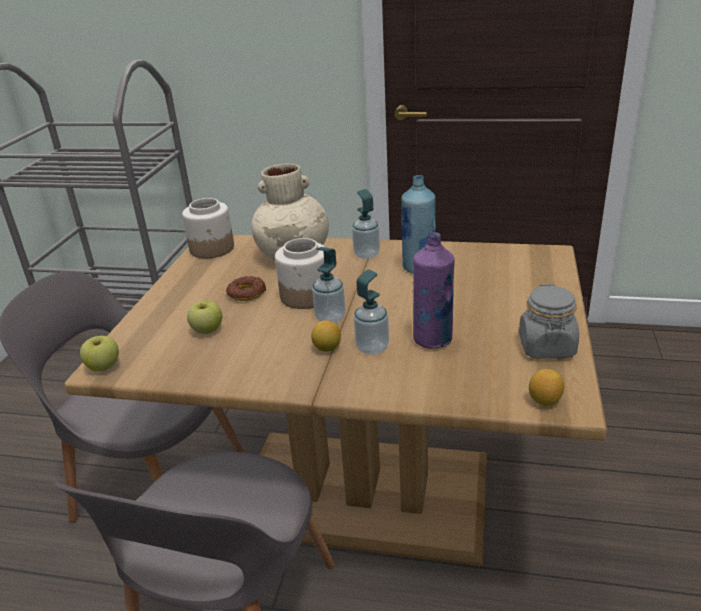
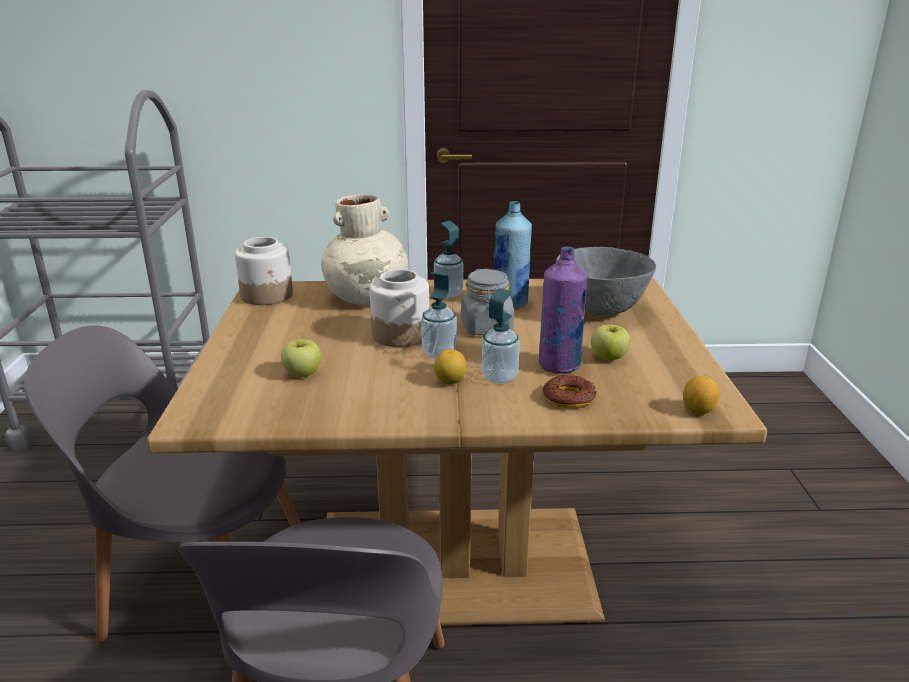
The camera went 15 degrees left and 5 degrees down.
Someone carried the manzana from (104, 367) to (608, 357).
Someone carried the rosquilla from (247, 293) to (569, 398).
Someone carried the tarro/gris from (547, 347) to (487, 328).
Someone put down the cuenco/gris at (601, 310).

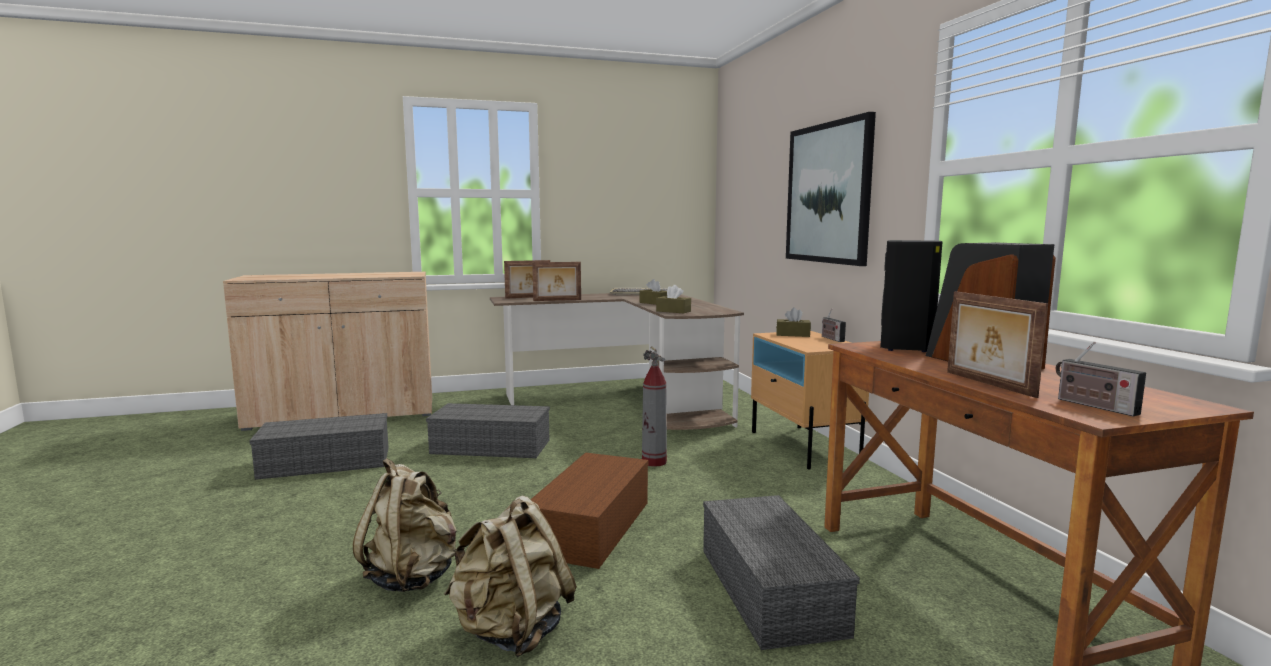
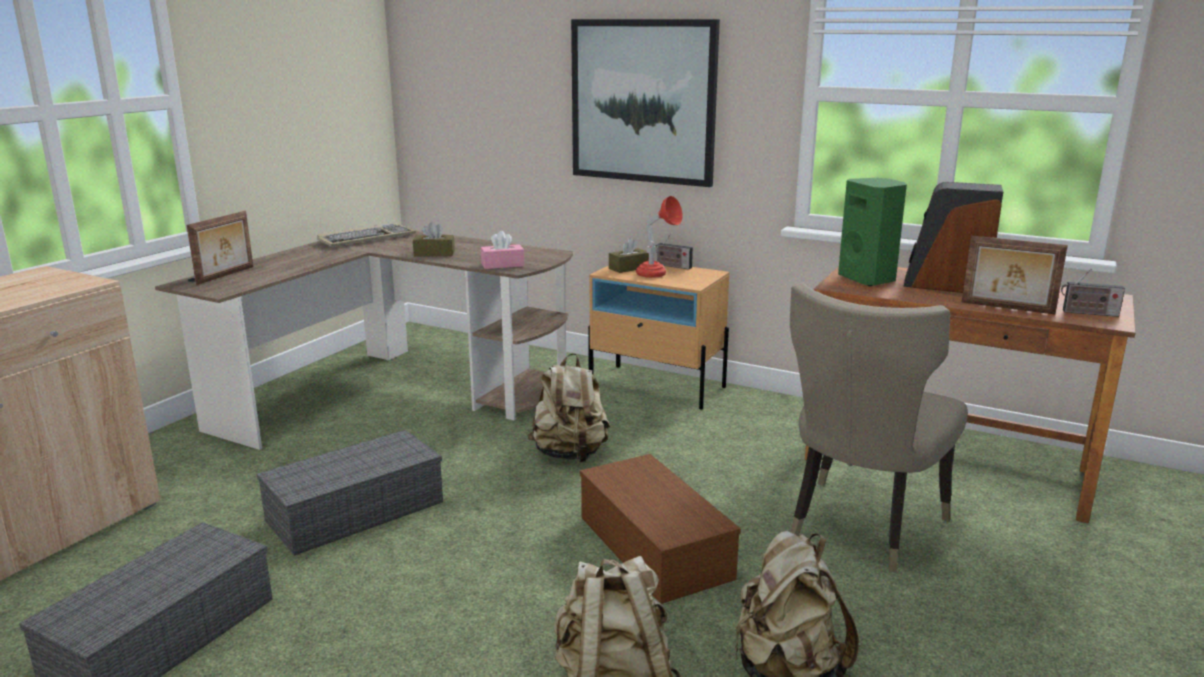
The camera went 45 degrees left and 10 degrees up.
Someone took away the portarretratos at (557, 300).
Someone swapped the extintor at (654, 462) for the mochila/beis at (570, 455).
Someone repainted the caja de pañuelos/marrón at (673, 311), which became the caja de pañuelos/rosa at (502, 265).
Someone swapped the caja de almacenaje/gris at (766, 588) for the silla/beis at (859, 528).
Someone repainted the altavoz/negro at (906, 347), which became the altavoz/verde at (868, 279).
Someone put down the lámpara de mesa/rojo at (657, 276).

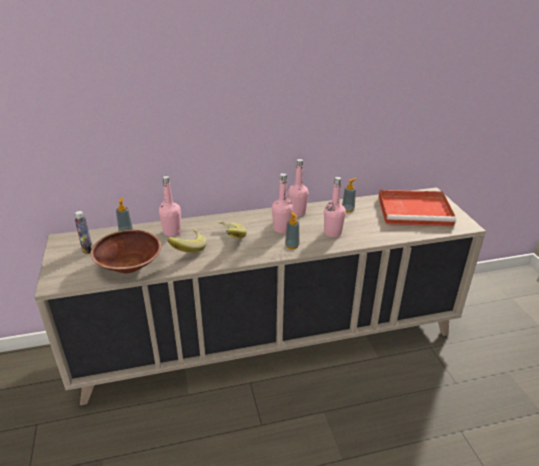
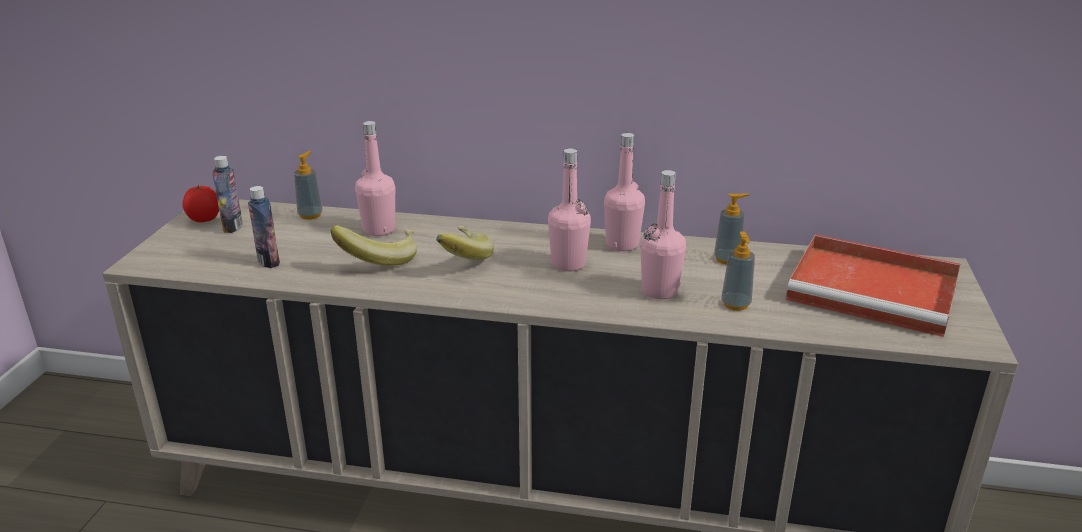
The camera went 25 degrees right and 5 degrees down.
Someone swapped the cuenco/marrón at (129, 265) for the botella at (268, 262).
Someone carried the dispensador de jabón from (292, 246) to (735, 304).
Someone put down the tomate at (204, 220).

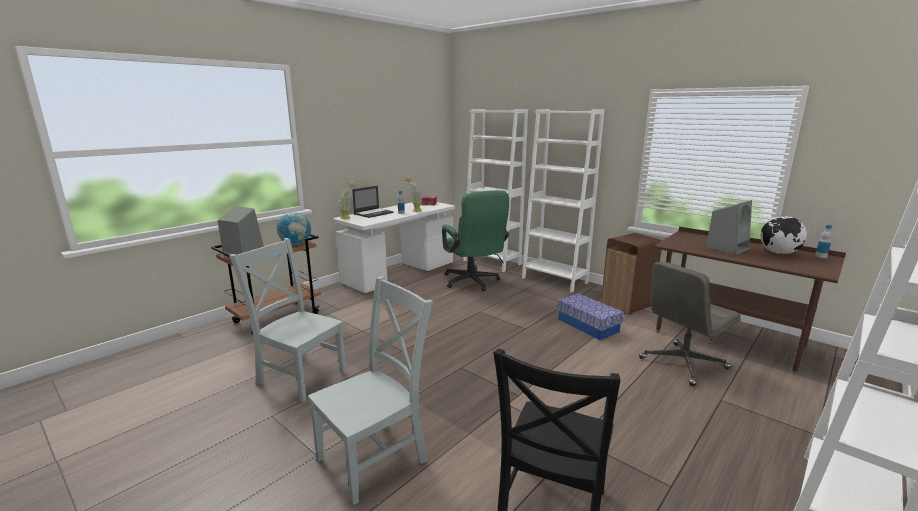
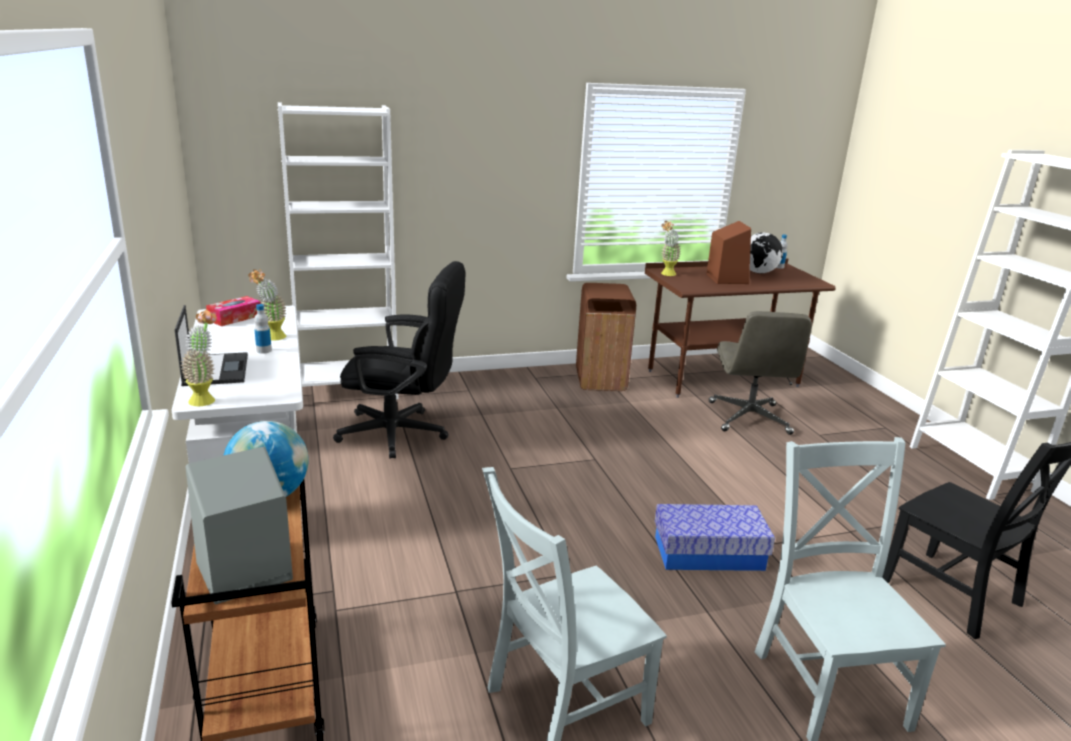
The camera went 60 degrees left and 5 degrees up.
Someone repainted the silla de oficina/verde at (473, 283), which became the silla de oficina/negro at (403, 434).
Someone took away the estantería/blanco at (554, 280).
Someone carried the caja de almacenaje from (588, 325) to (709, 553).
Someone repainted the altavoz/gris at (727, 248), which became the altavoz/marrón at (726, 278).
Someone put down the planta en maceta at (666, 274).

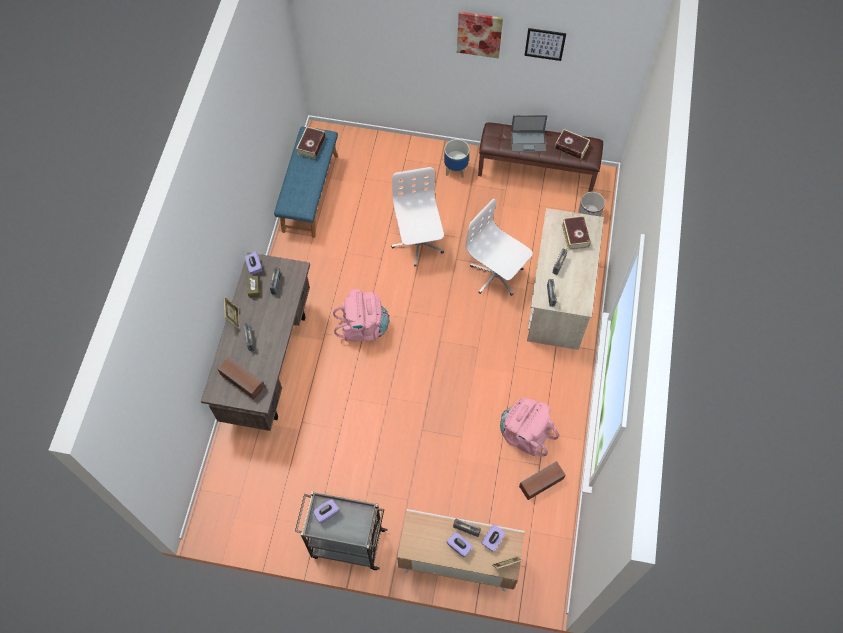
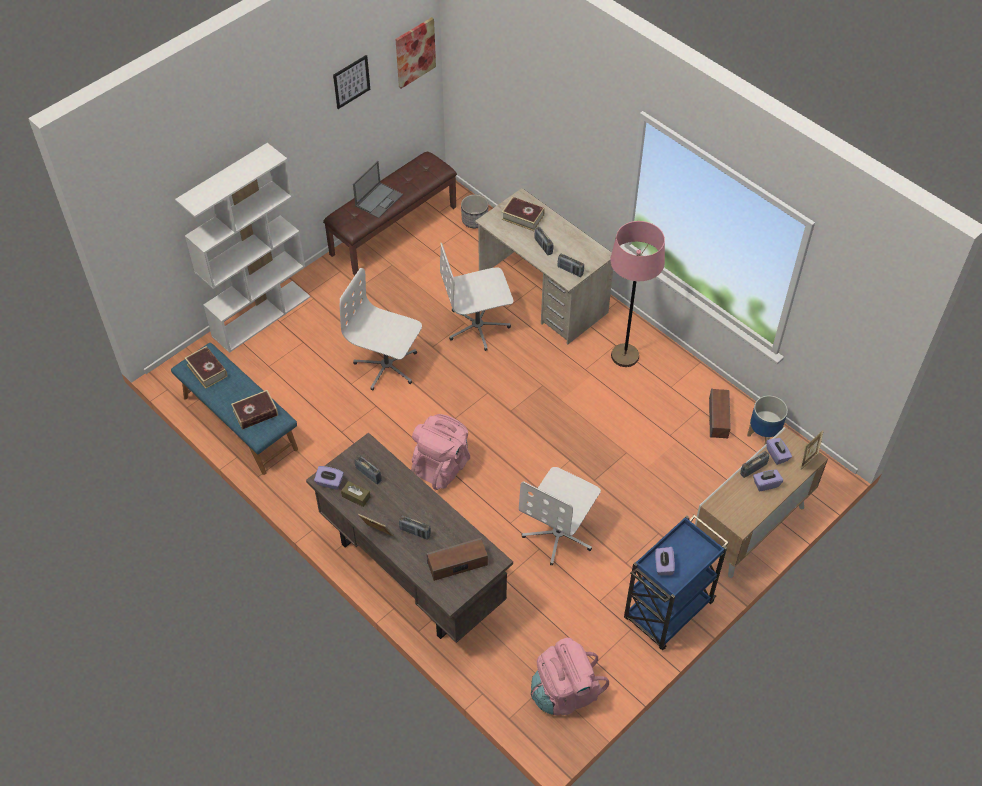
The camera went 55 degrees left and 10 degrees down.
Someone repainted the carrito/gris at (346, 543), which became the carrito/azul at (667, 612).
Someone carried the maceta from (456, 169) to (763, 434).
Someone carried the cuadro from (479, 34) to (415, 52).
Someone carried the mochila/rosa from (524, 434) to (565, 692).
Someone carried the libro from (571, 147) to (255, 413).
Someone put down the estantería/blanco at (261, 316).
Someone put down the silla de oficina/blanco at (559, 534).
Someone put down the lámpara de pie/rosa at (625, 356).

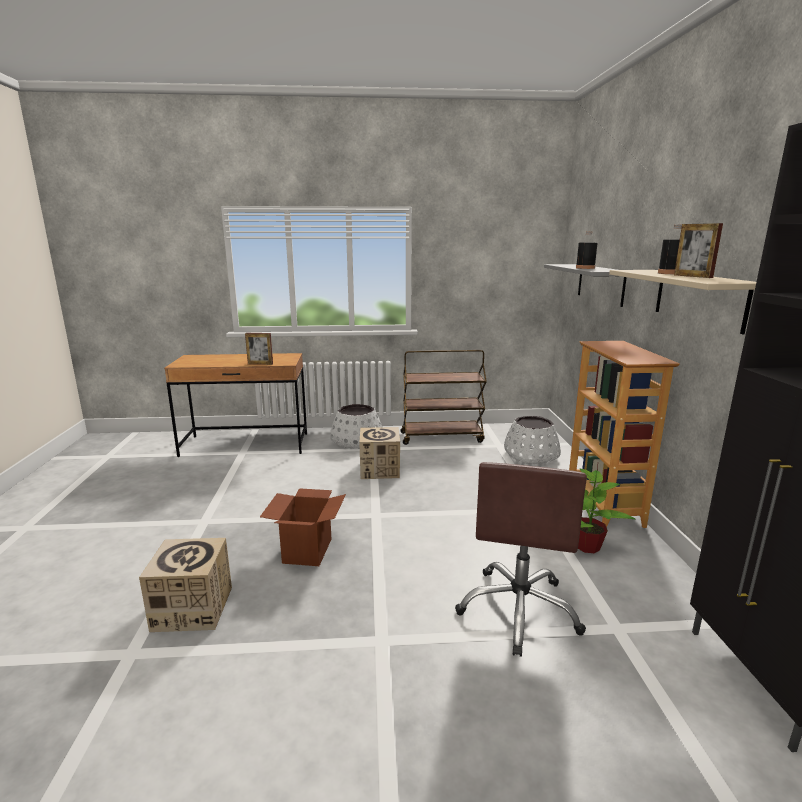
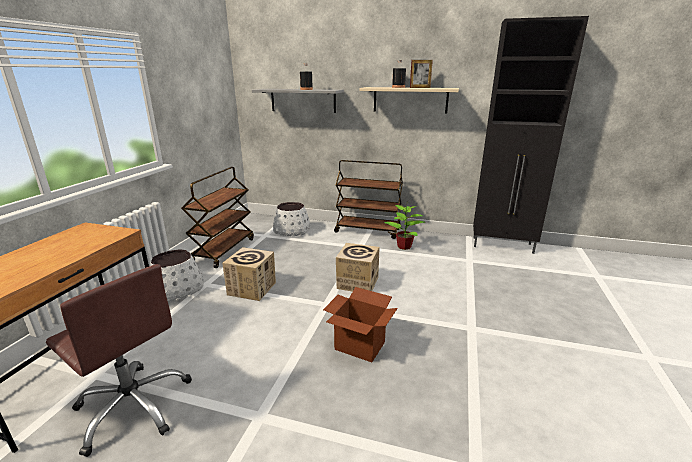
The camera went 70 degrees left and 5 degrees up.
Someone carried the caja de cartón from (193, 608) to (357, 283).
Someone took away the portarretratos at (260, 364).
Someone carried the silla de oficina/marrón from (519, 610) to (134, 406).
Someone swapped the estantería at (605, 505) for the carrito/marrón at (368, 230).

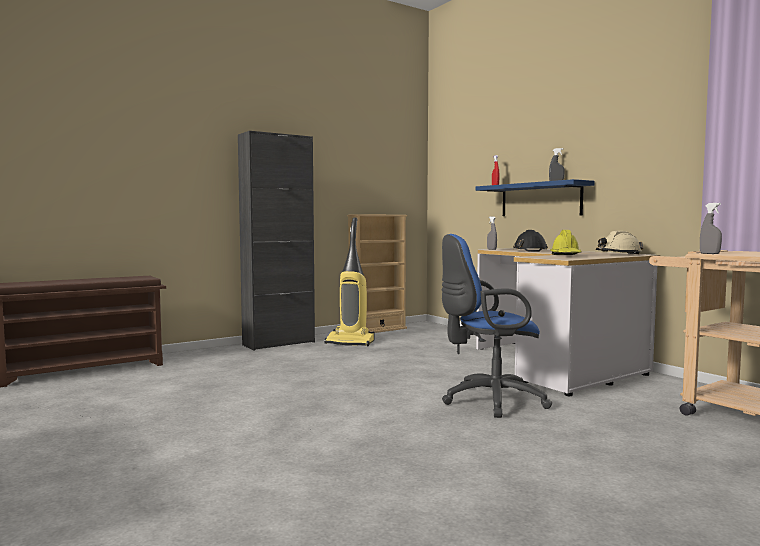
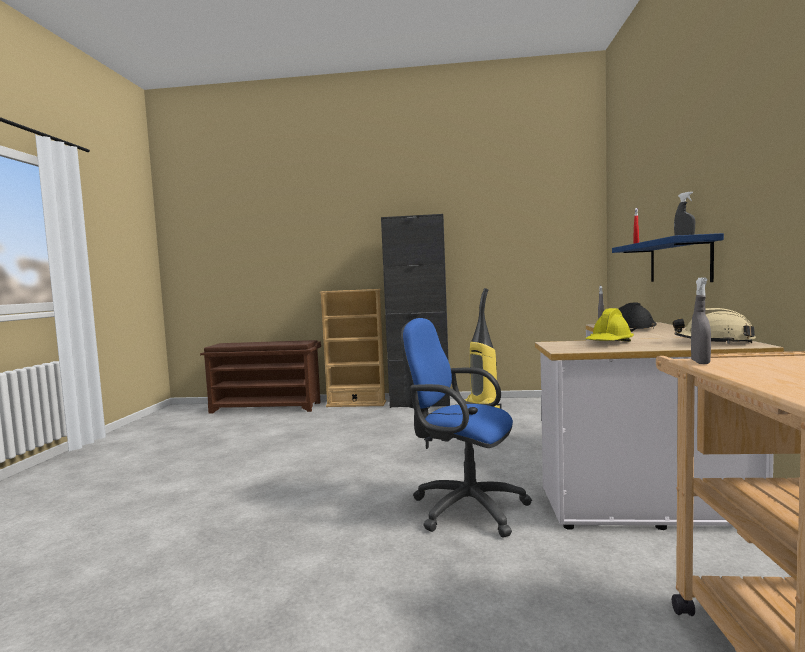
The camera went 40 degrees right and 0 degrees up.
Someone carried the estantería/beis from (377, 330) to (356, 404).

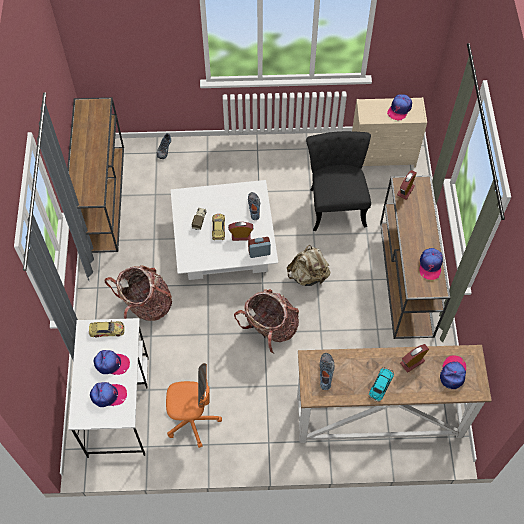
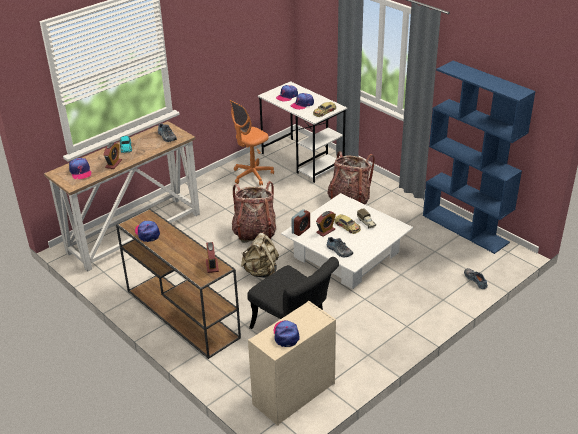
The camera went 140 degrees right and 25 degrees down.
Someone swapped the mesa consola/marrón at (102, 197) for the estantería/azul at (465, 229).

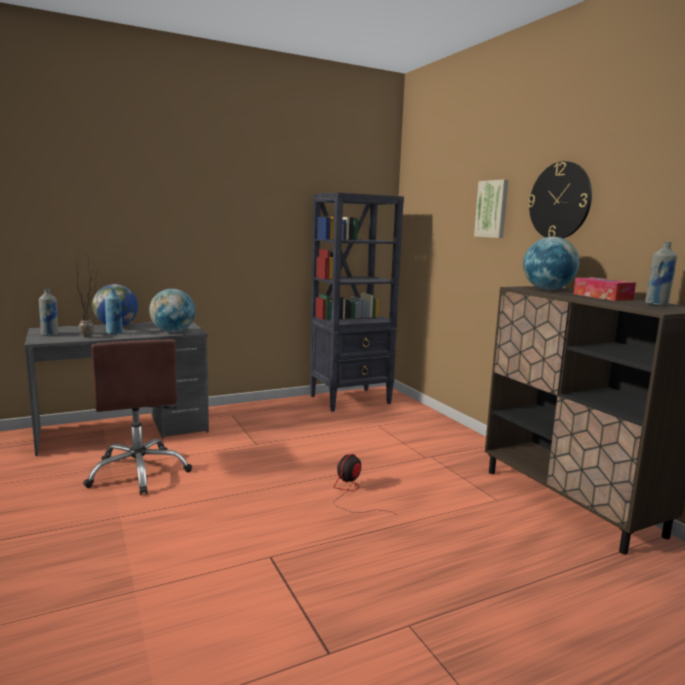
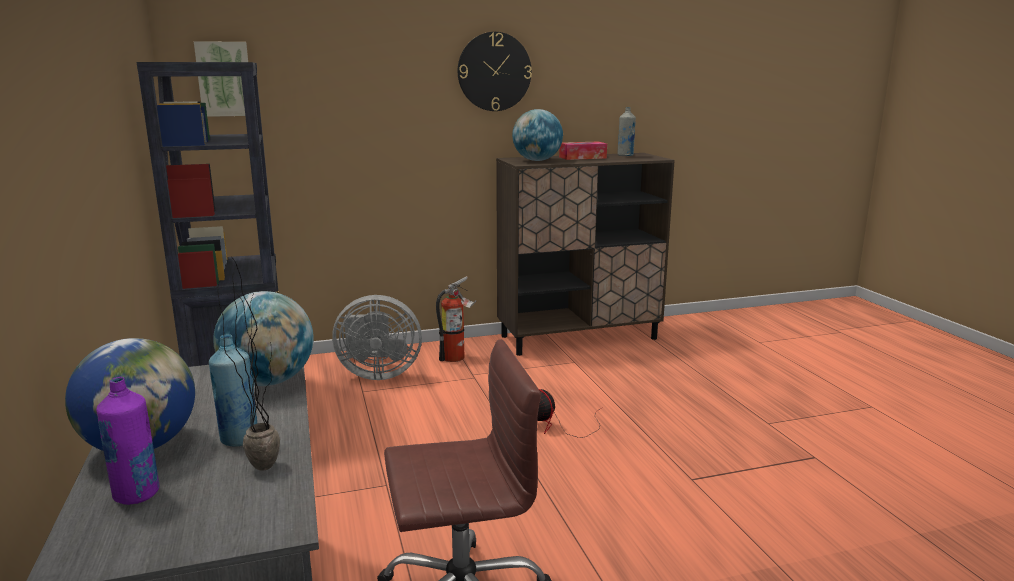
The camera went 80 degrees left and 5 degrees up.
Someone took away the botella/gris at (50, 334).
Someone carried the cuadro from (492, 209) to (224, 79).
Someone put down the botella/morado at (136, 494).
Someone put down the ventilador/gris at (377, 373).
Someone put down the extintor at (457, 357).

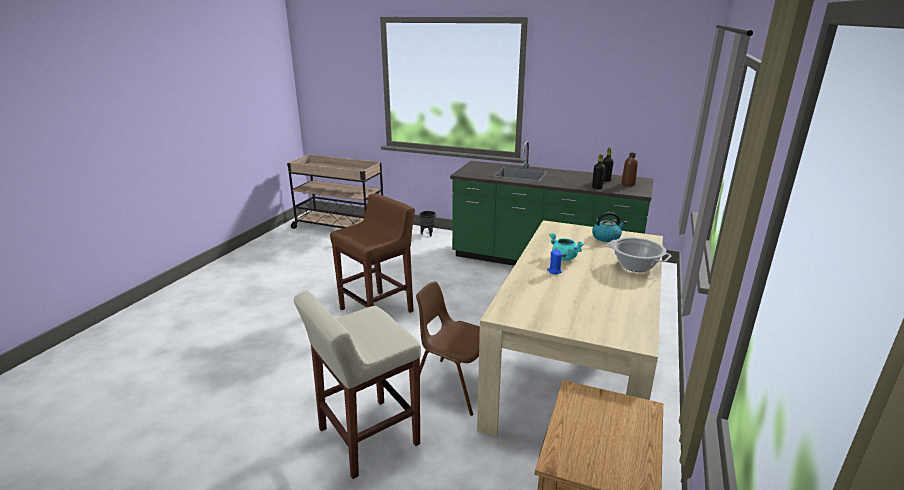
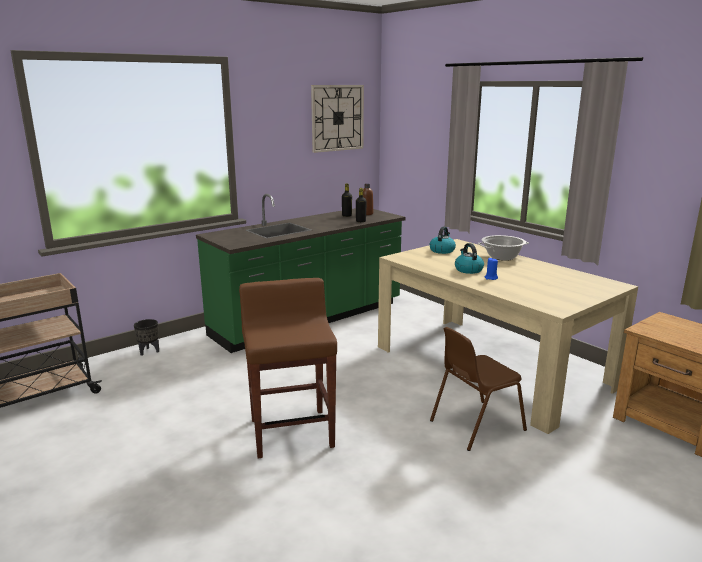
The camera went 60 degrees left and 5 degrees down.
Someone took away the taburete/beis at (367, 437).
Someone swapped the olla/turquesa at (563, 258) for the hervidor at (468, 270).
Someone put up the reloj de pared at (337, 118).

